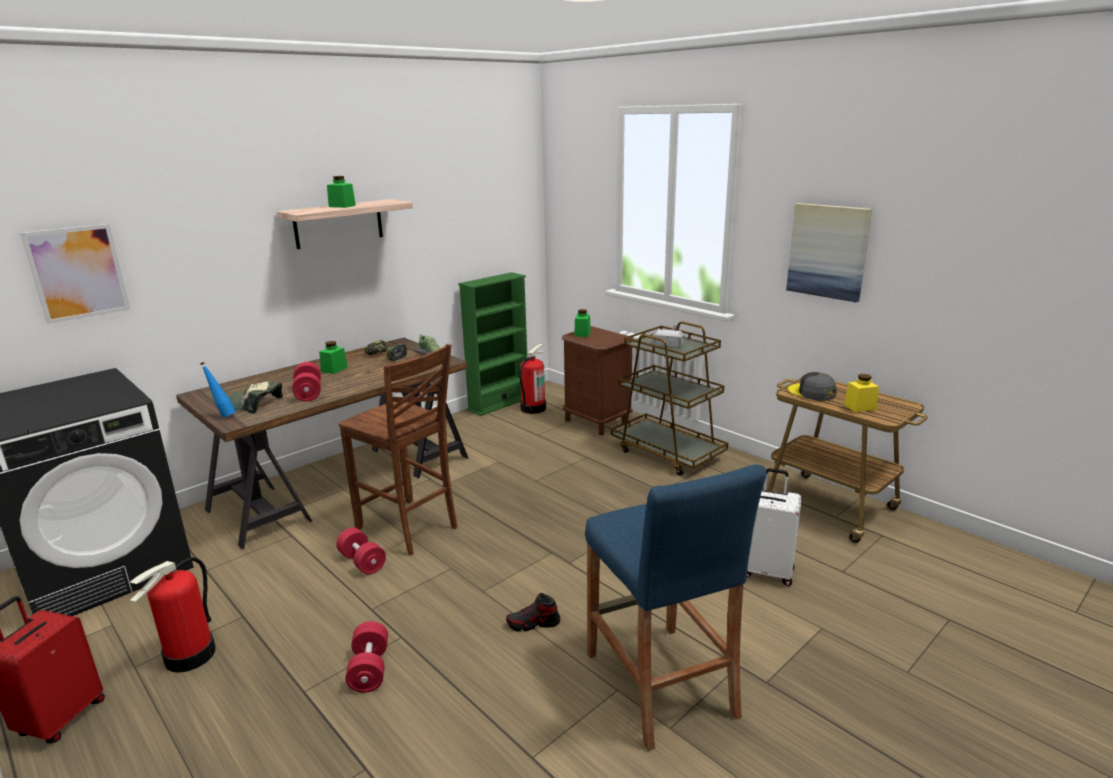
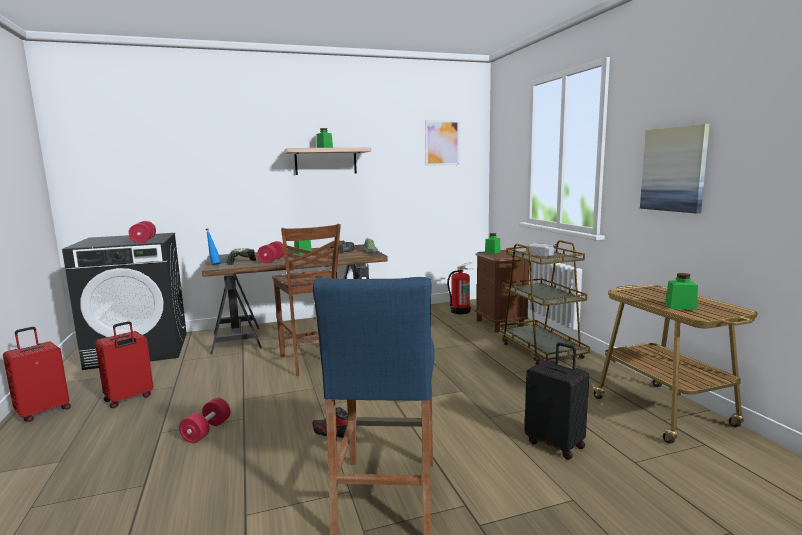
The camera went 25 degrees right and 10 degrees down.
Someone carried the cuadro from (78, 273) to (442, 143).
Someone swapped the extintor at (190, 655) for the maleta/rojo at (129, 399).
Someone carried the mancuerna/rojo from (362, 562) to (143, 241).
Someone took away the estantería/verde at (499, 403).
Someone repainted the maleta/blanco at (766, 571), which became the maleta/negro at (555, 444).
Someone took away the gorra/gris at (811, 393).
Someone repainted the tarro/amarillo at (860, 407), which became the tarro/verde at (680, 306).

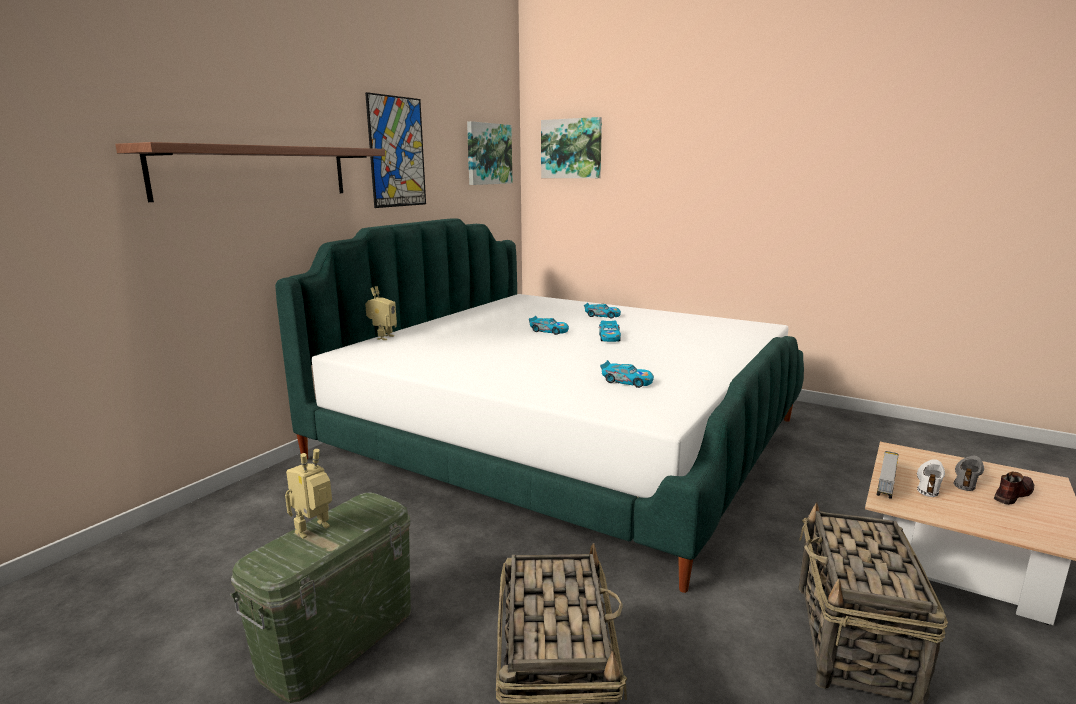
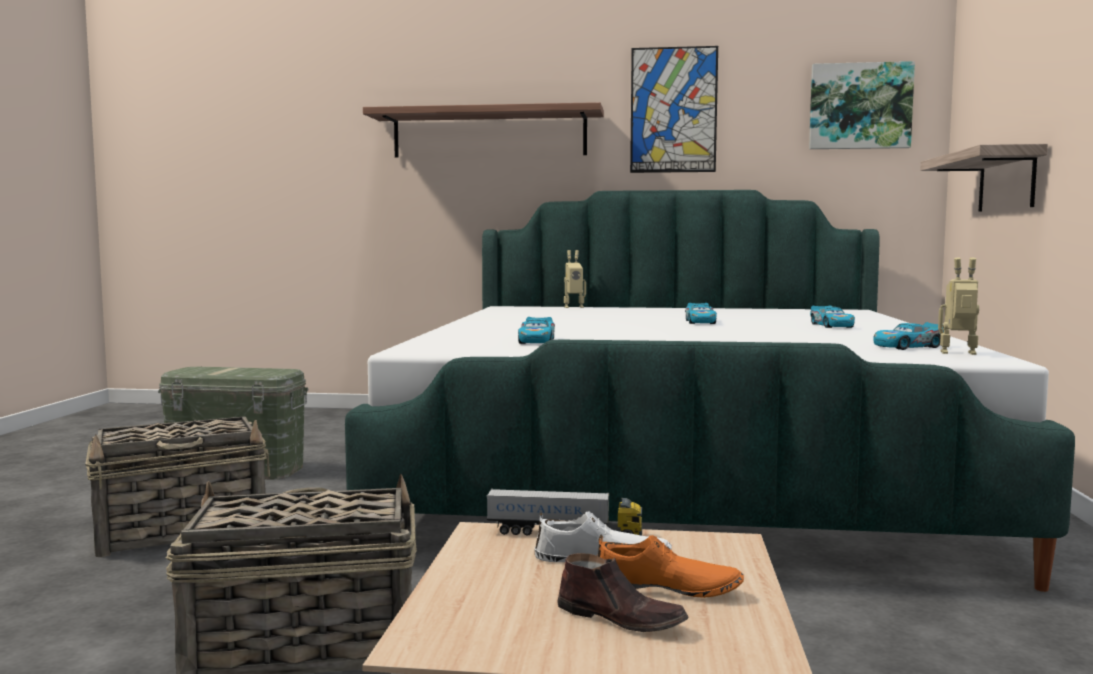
The camera went 65 degrees right and 10 degrees down.
Someone carried the robot de juguete from (315, 531) to (959, 353).
Someone took away the cuadro at (571, 148).
Someone carried the coche de juguete from (609, 337) to (908, 347).
Someone repainted the zapato/gris at (968, 477), which became the zapato/naranja at (666, 588).
Someone put up the estante at (1006, 181).

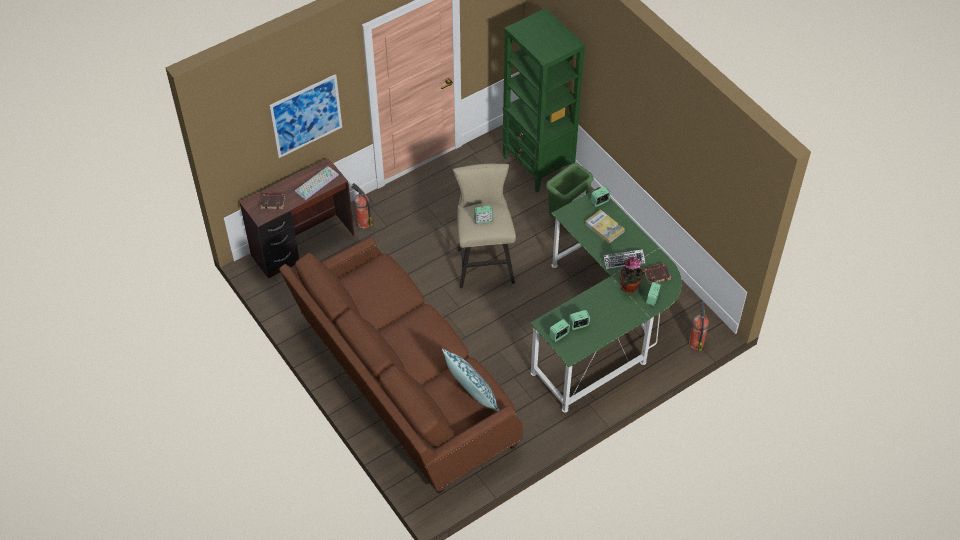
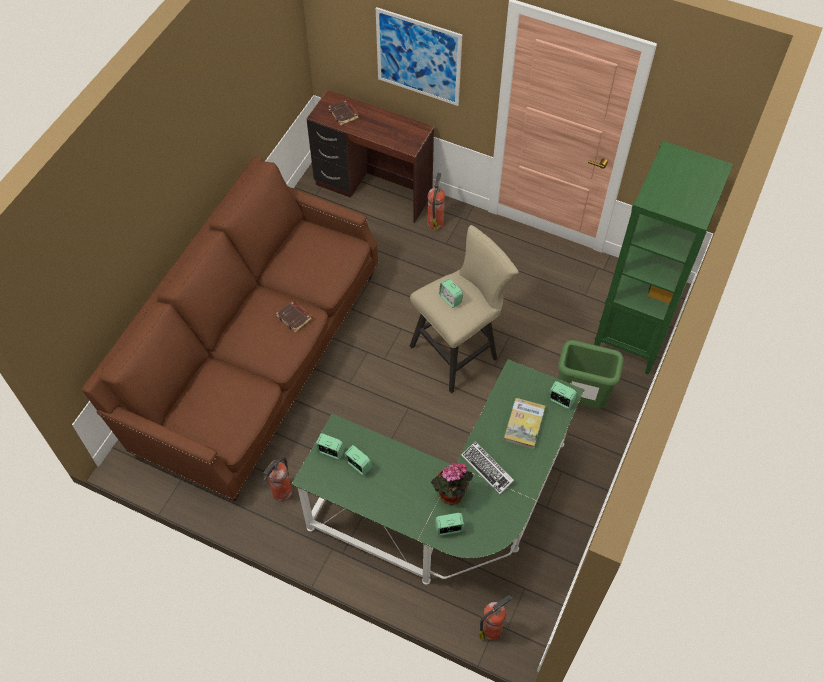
The camera went 60 degrees right and 5 degrees up.
Someone took away the teclado at (316, 182).
Someone took away the cojín at (471, 396).
Someone carried the libro/marrón from (656, 274) to (295, 317).
Someone put down the extintor at (281, 493).

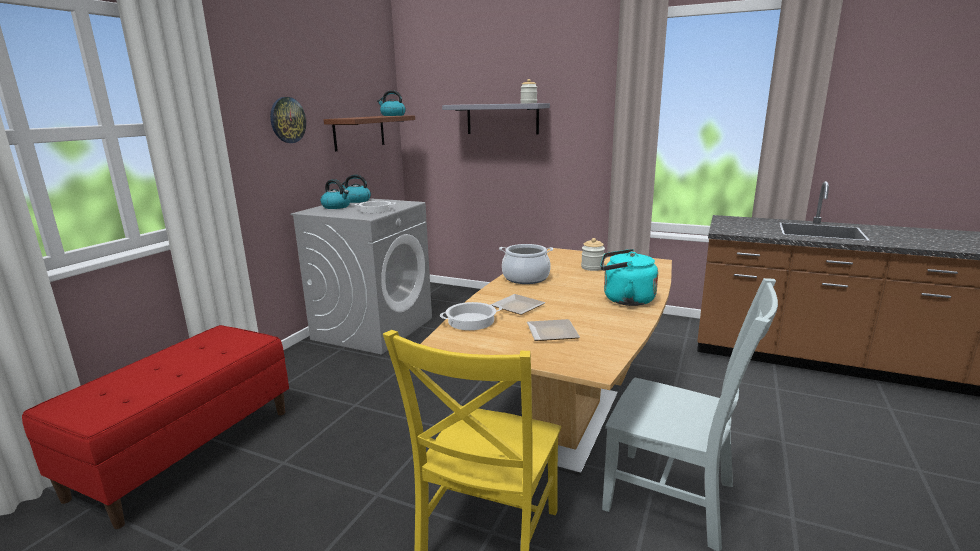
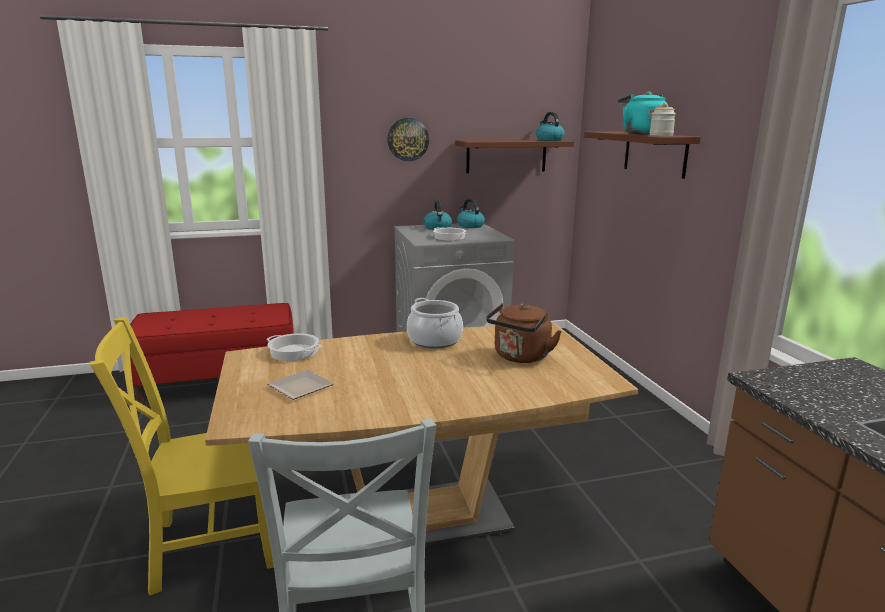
The camera went 50 degrees right and 0 degrees up.
Someone repainted the estante/gris at (502, 119), which became the estante/marrón at (655, 153).
Someone took away the plato at (517, 306).
Someone swapped the tarro at (592, 267) for the hervidor/marrón at (520, 357).
Someone carried the hervidor/turquesa from (625, 299) to (641, 133).

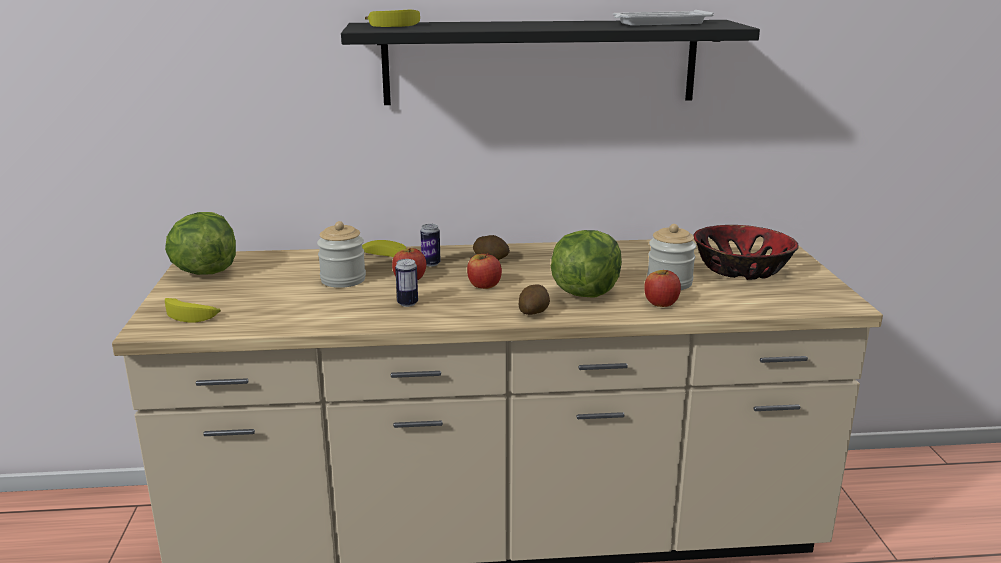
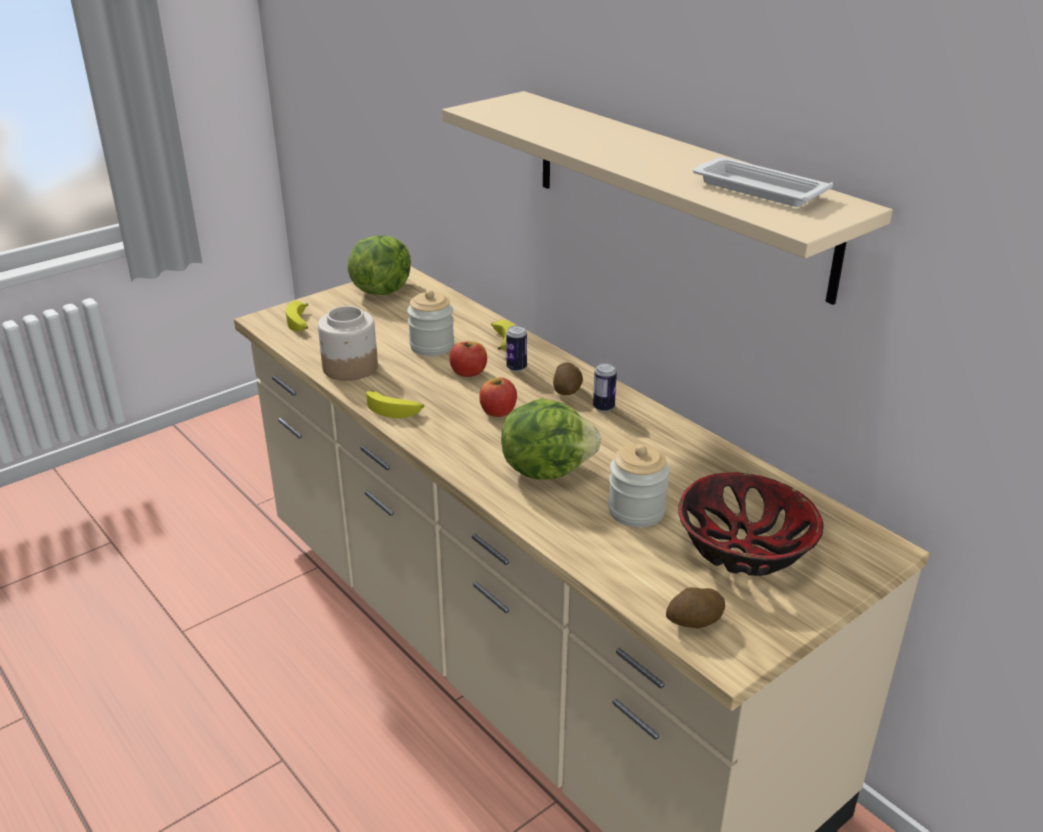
The camera went 55 degrees right and 10 degrees up.
Someone repainted the estante/negro at (540, 62), which became the estante/beis at (676, 190).
Someone carried the plátano from (396, 25) to (394, 409).
Someone carried the lata from (407, 303) to (603, 407).
Someone carried the patata from (534, 312) to (694, 622).
Someone took away the manzana at (661, 303).
Someone put down the tarro at (350, 368).

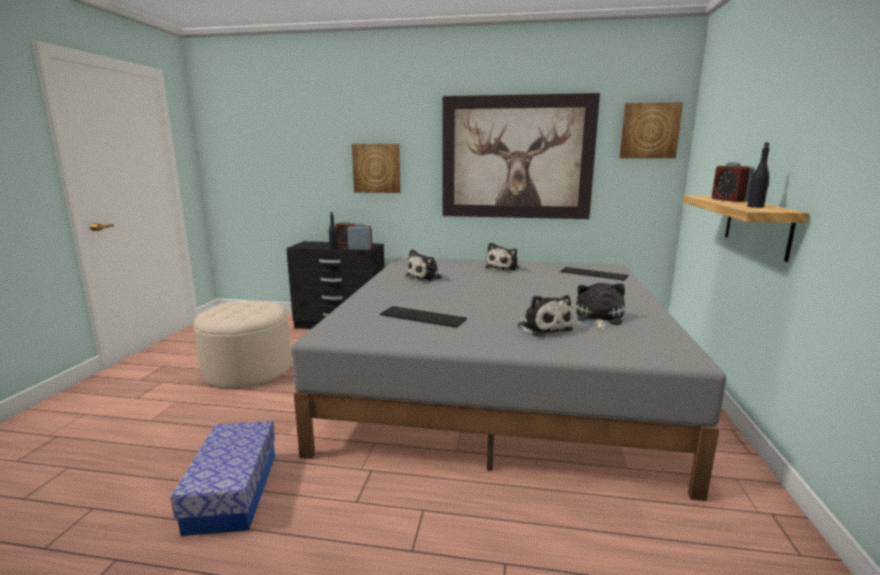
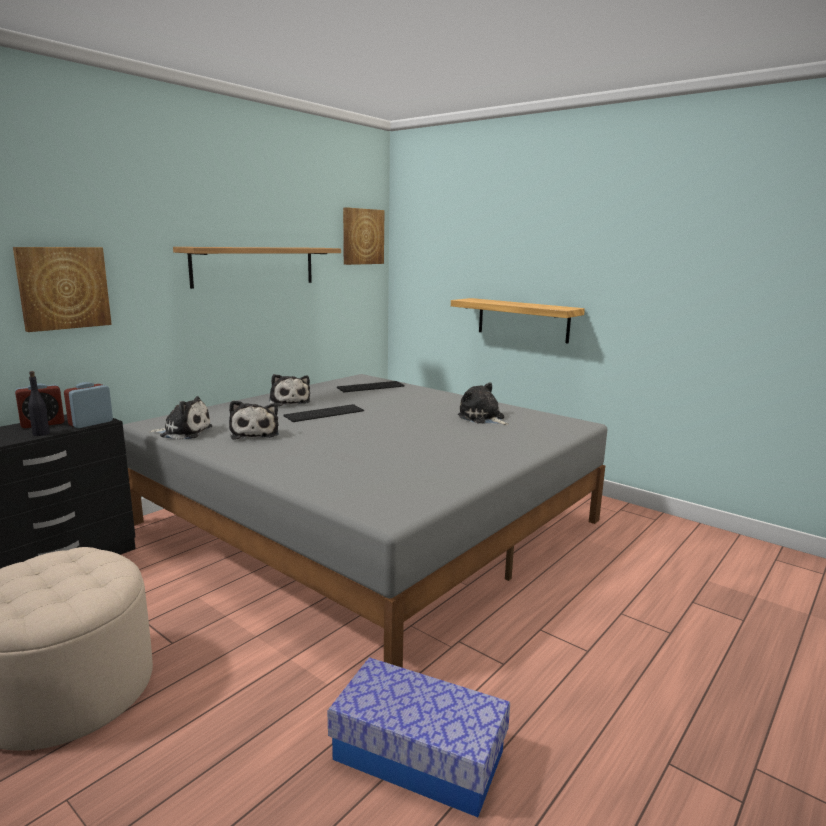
The camera went 60 degrees left and 0 degrees up.
Someone carried the teclado from (424, 316) to (324, 413).
Someone swapped the cuadro at (516, 158) for the estante at (254, 266).
Someone carried the peluche from (543, 327) to (184, 432).
Someone took away the despertador at (729, 200).
Someone took away the botella/negro at (755, 207).

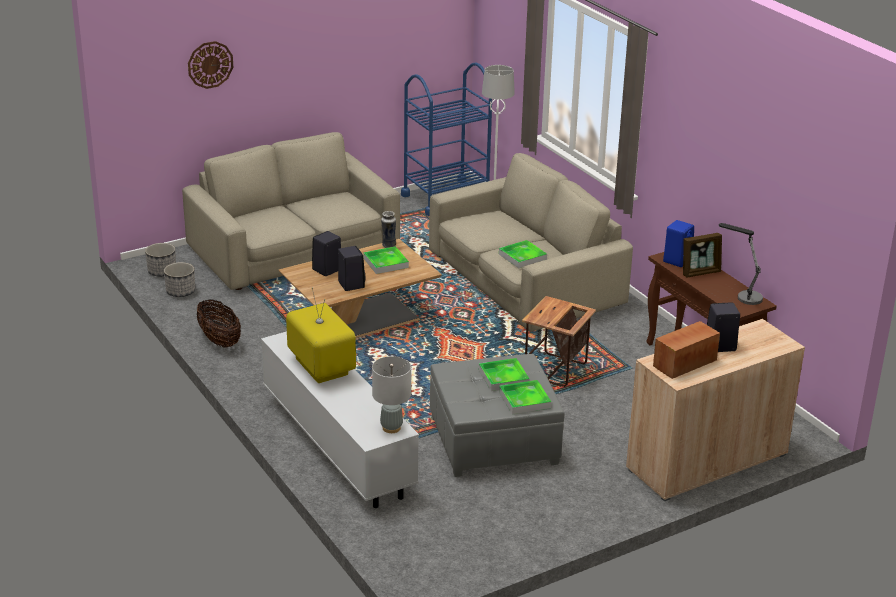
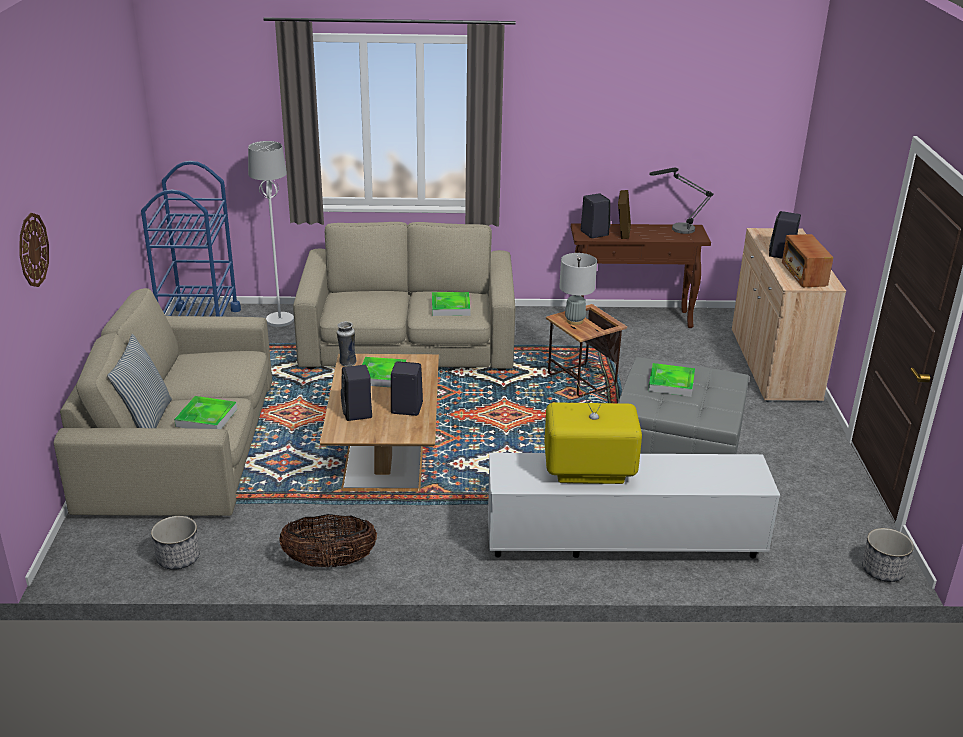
The camera went 60 degrees left and 0 degrees up.
Someone carried the maceta from (162, 271) to (882, 571).
Someone carried the lámpara de mesa/gris from (391, 428) to (575, 321).
Someone carried the bandeja from (524, 400) to (206, 418).
Someone repainted the altavoz/azul at (677, 260), which became the altavoz/negro at (593, 233).
Someone put down the cojín at (146, 421).

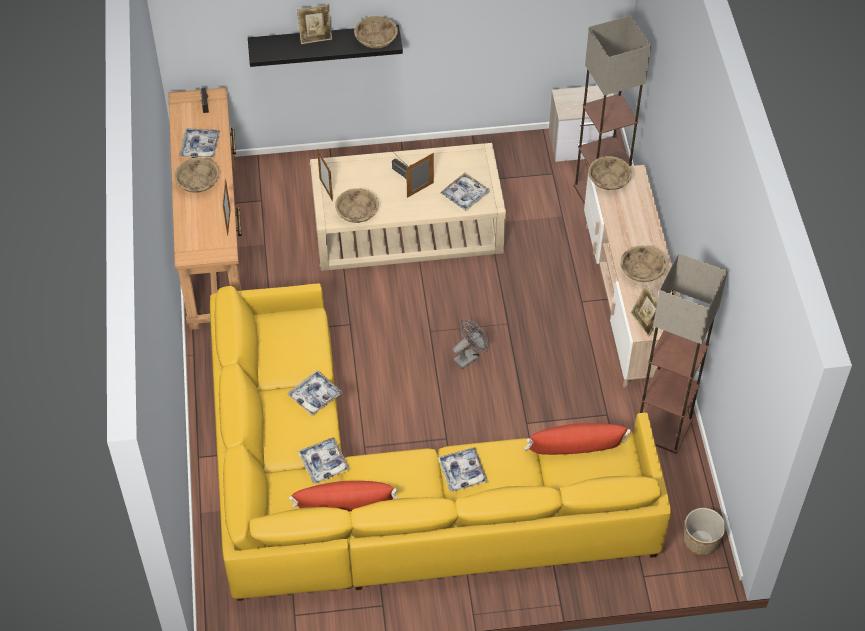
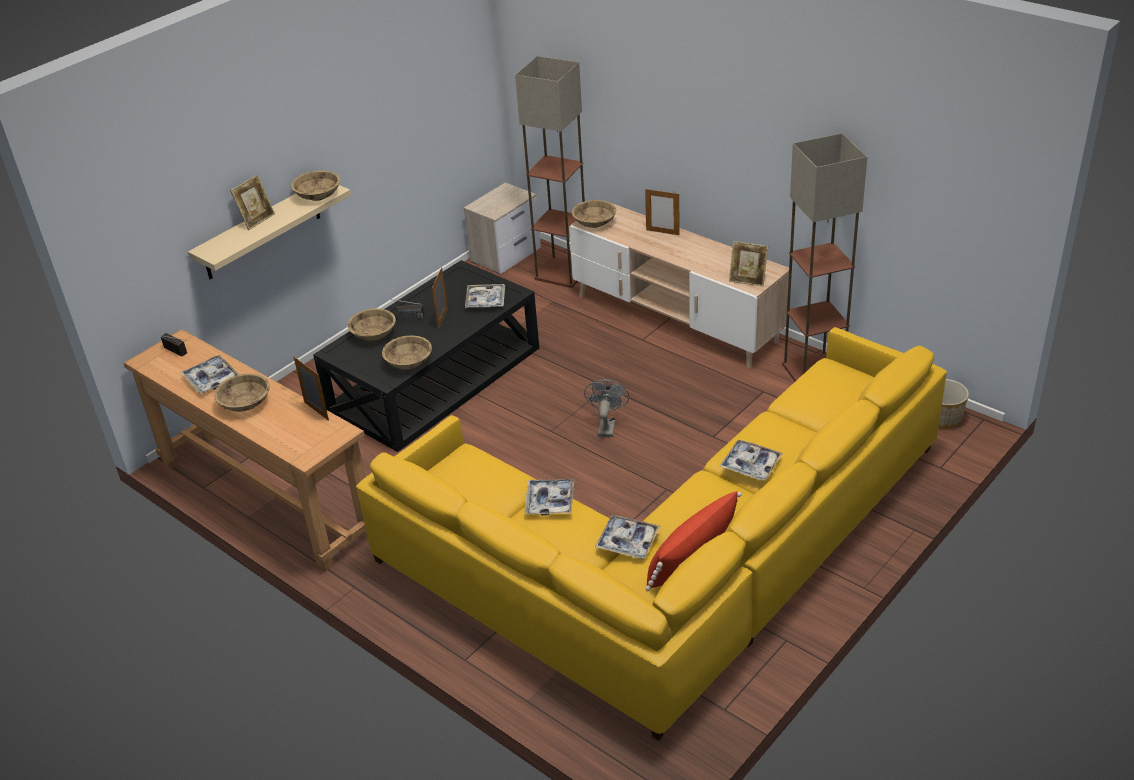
The camera went 40 degrees left and 15 degrees down.
Someone repainted the estante/negro at (324, 43), which became the estante/beis at (262, 230).
Someone repainted the mesa de centro/beis at (407, 228), which became the mesa de centro/negro at (436, 380).
Someone carried the portarretratos from (326, 189) to (662, 232).
Someone took away the cojín/rojo at (575, 448).
Someone carried the cuenco/beis from (641, 272) to (373, 334).

